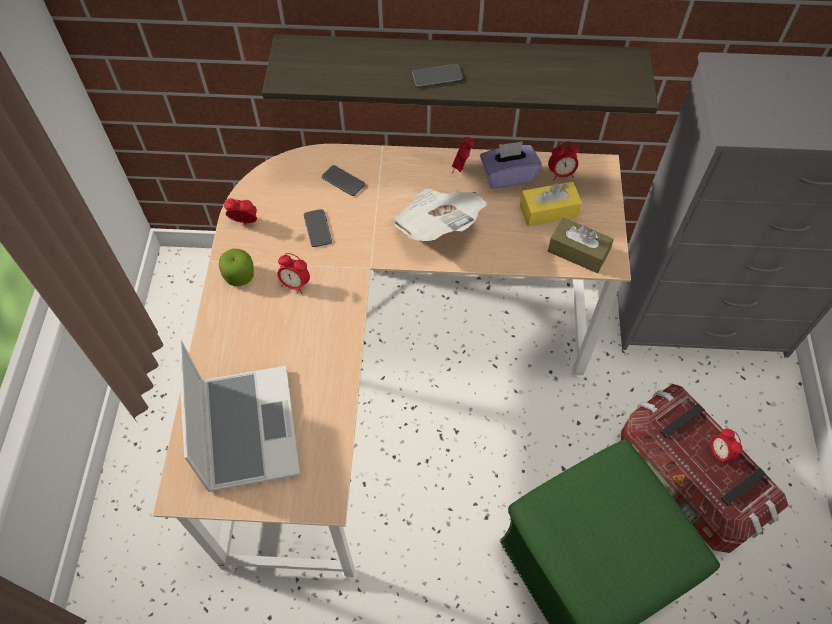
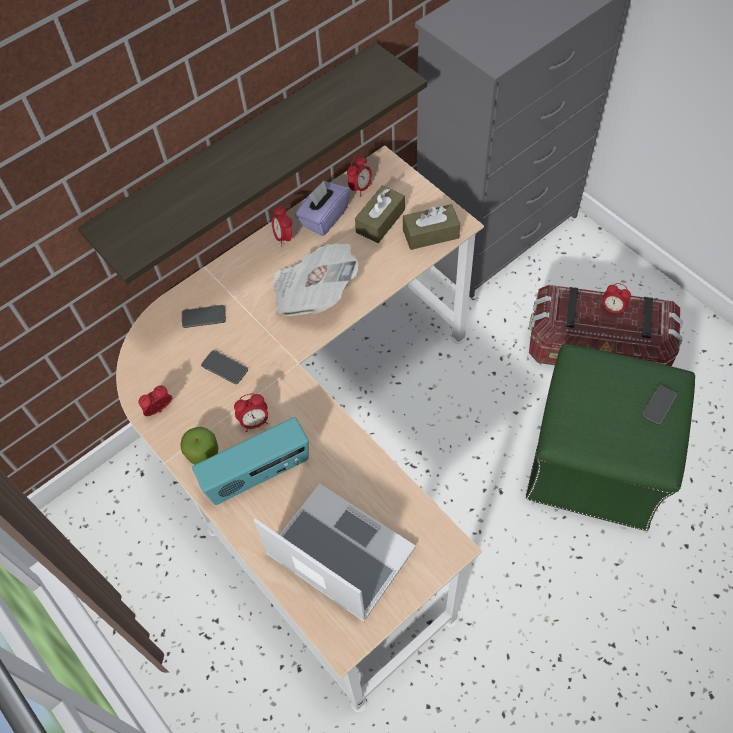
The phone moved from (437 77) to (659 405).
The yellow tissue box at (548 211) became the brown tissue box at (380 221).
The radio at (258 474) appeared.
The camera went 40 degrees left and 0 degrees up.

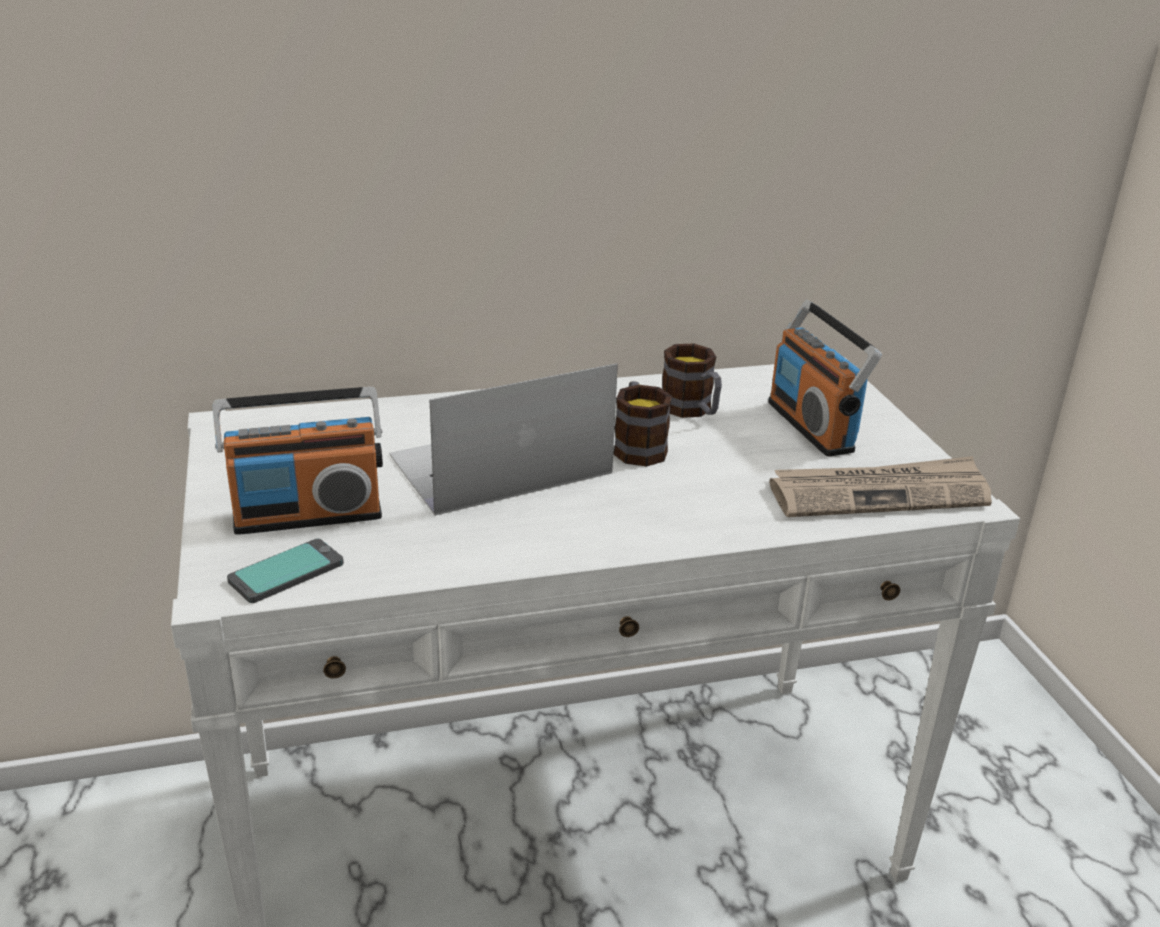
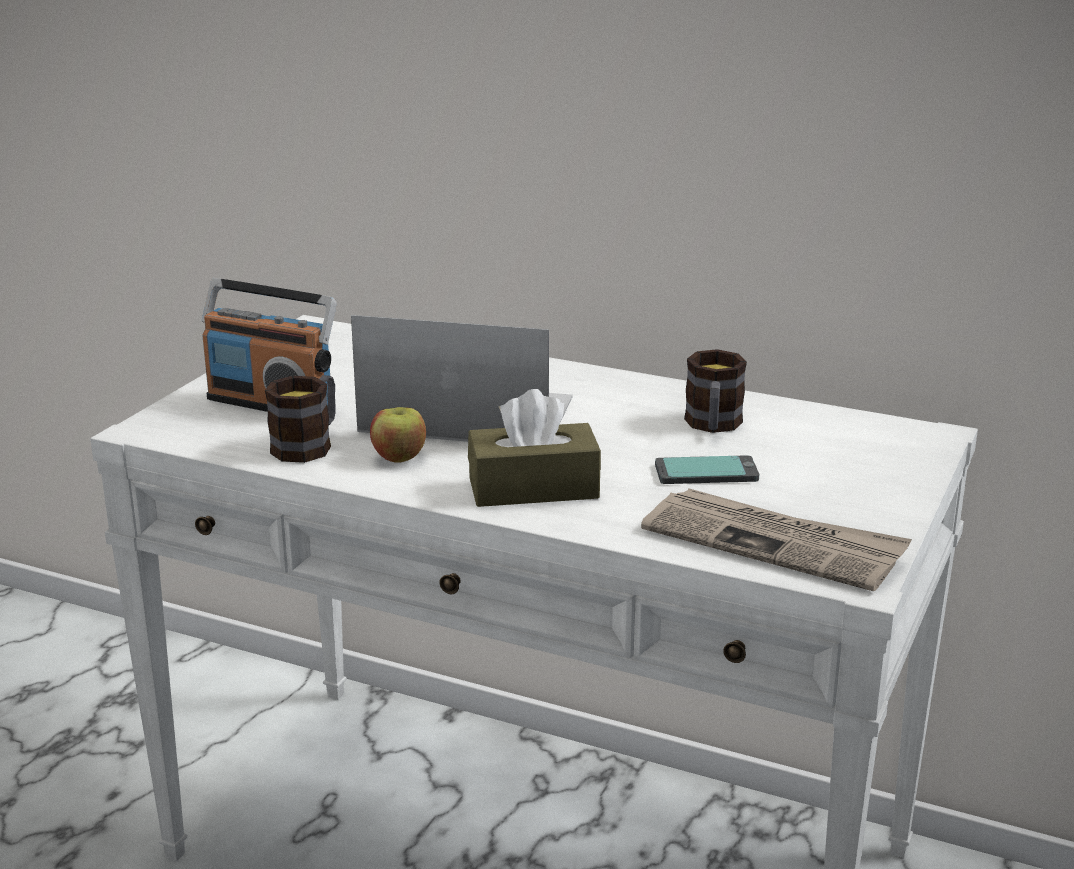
The radio at (811 426) disappeared.
The mug moved from (638 446) to (309 444).
The phone moved from (286 572) to (706 472).
The brown tissue box at (533 488) appeared.
The apple at (398 457) appeared.
The camera went 40 degrees right and 5 degrees down.

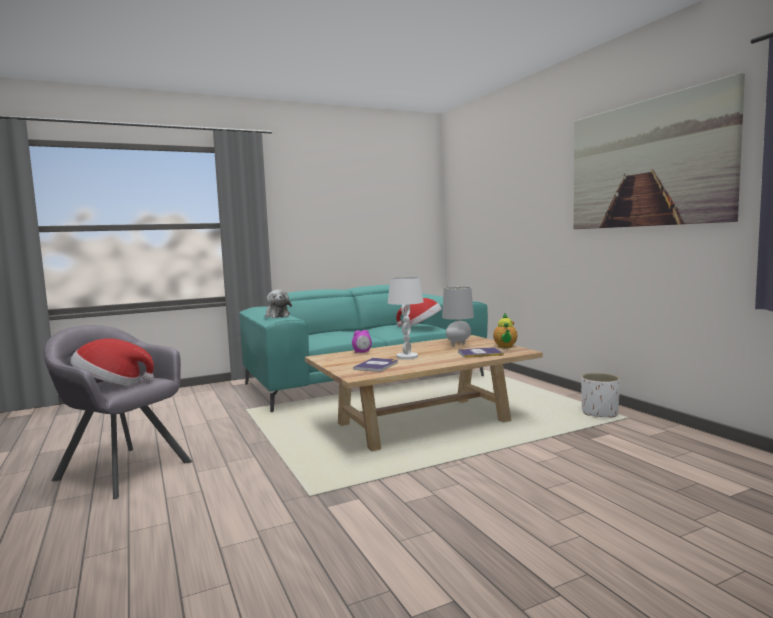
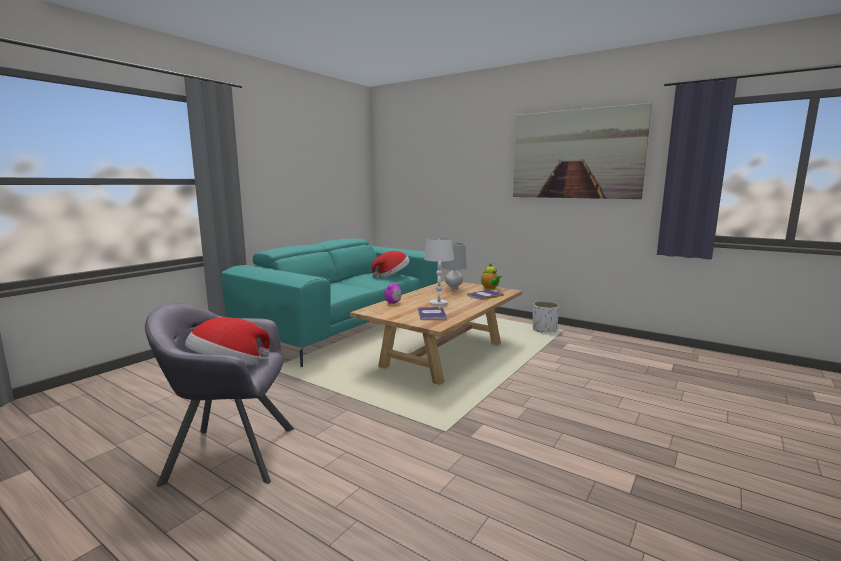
The plush toy at (277 316) disappeared.
The camera went 30 degrees left and 5 degrees up.

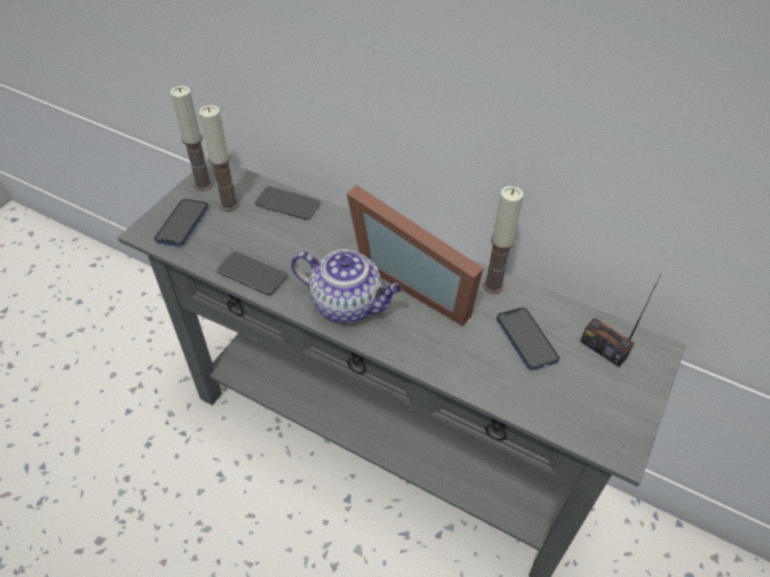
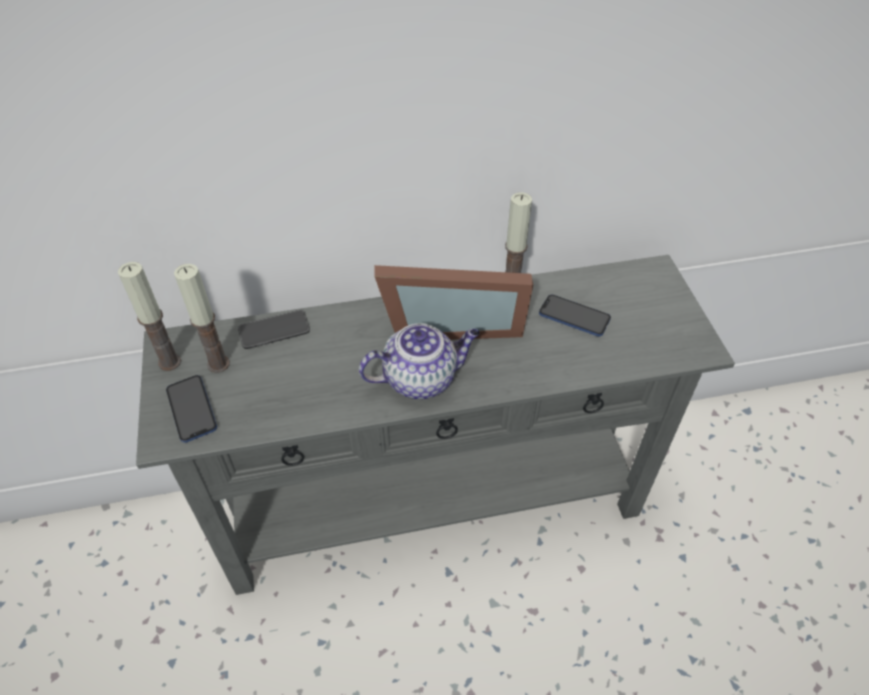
The phone at (252 274) disappeared.
The radio at (603 349) disappeared.
The camera went 40 degrees left and 0 degrees up.

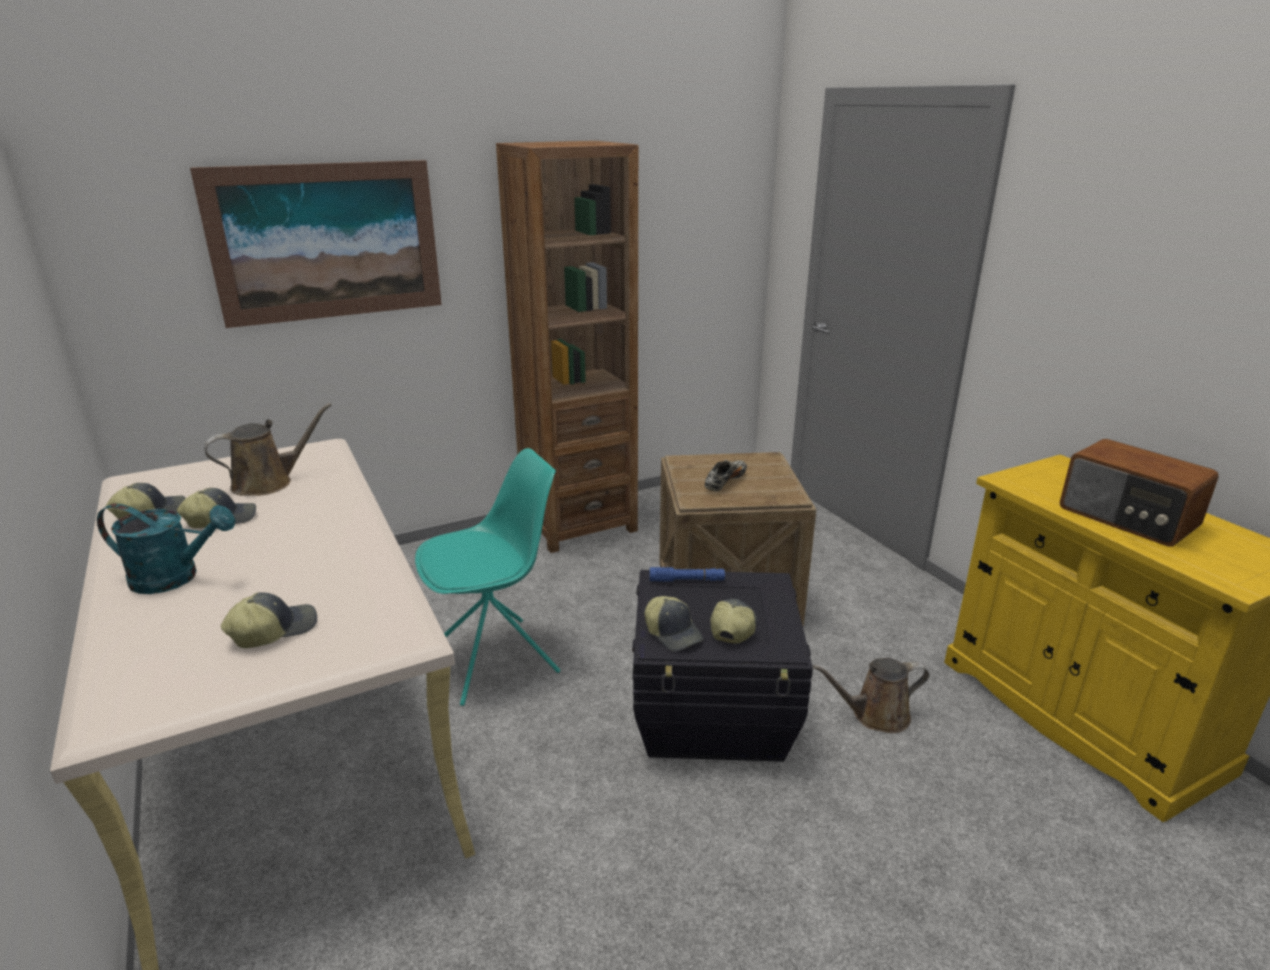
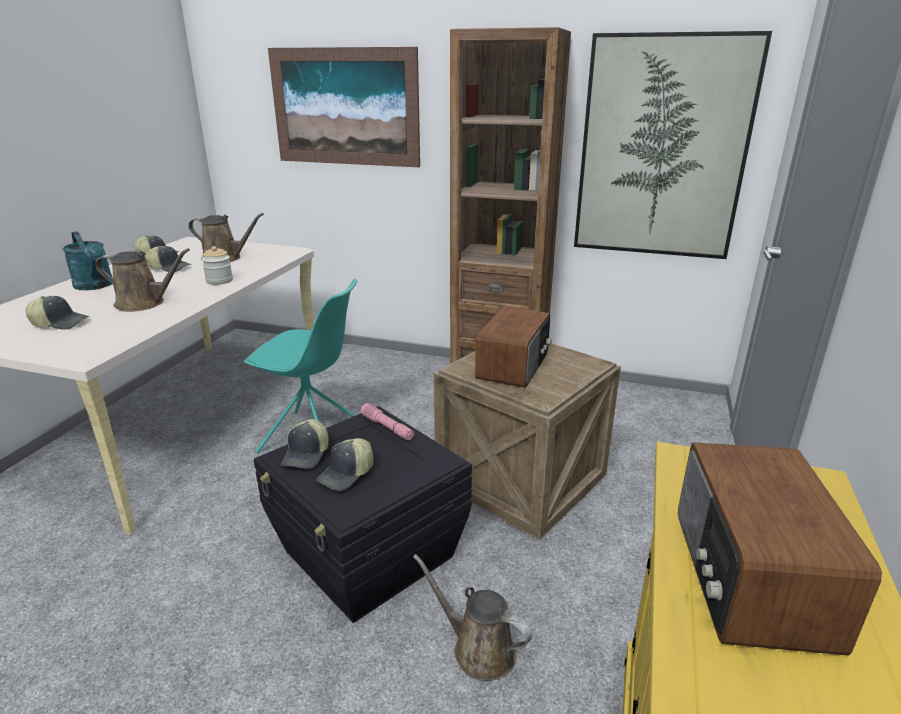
The shoe at (725 482) was replaced by the radio at (514 366).
The blue flashlight at (687 580) became the pink flashlight at (387 427).
The cap at (732 627) turned 150 degrees clockwise.
The picture at (662 149) appeared.
The jar at (219 281) appeared.
The brown watering can at (144 303) appeared.
The camera went 45 degrees right and 0 degrees up.

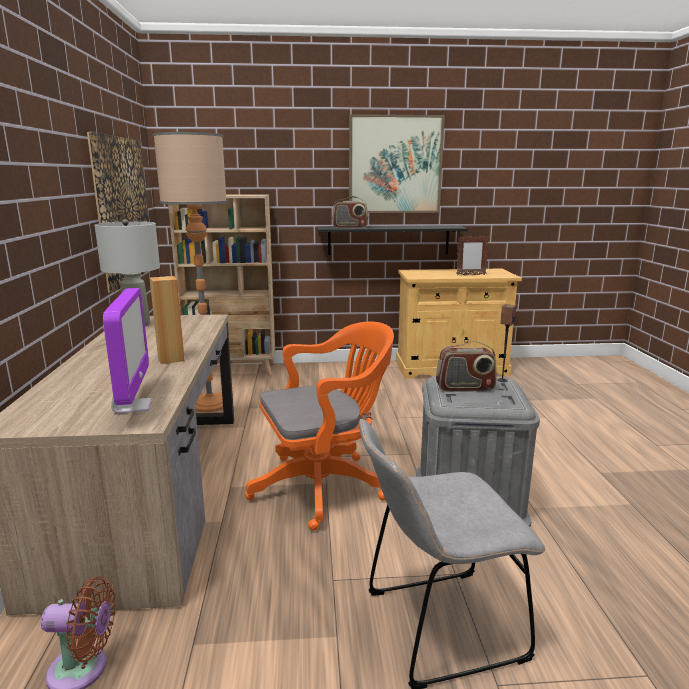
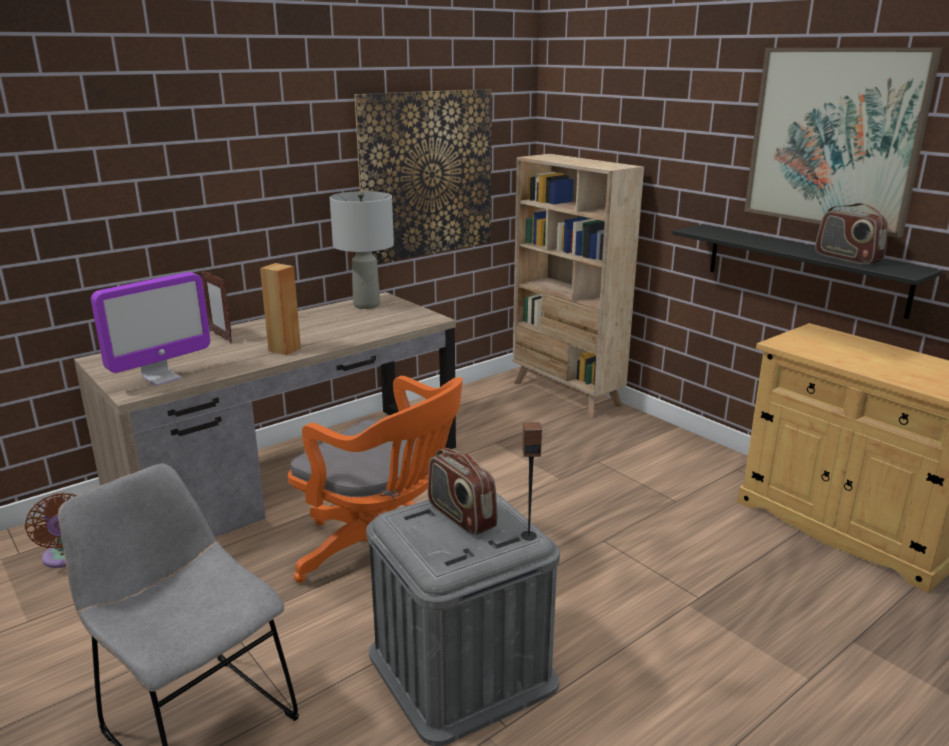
The floor lamp at (210 403) disappeared.
The radio moved from (350 227) to (847 258).
The picture frame moved from (470 275) to (220 336).
The camera went 55 degrees right and 5 degrees up.

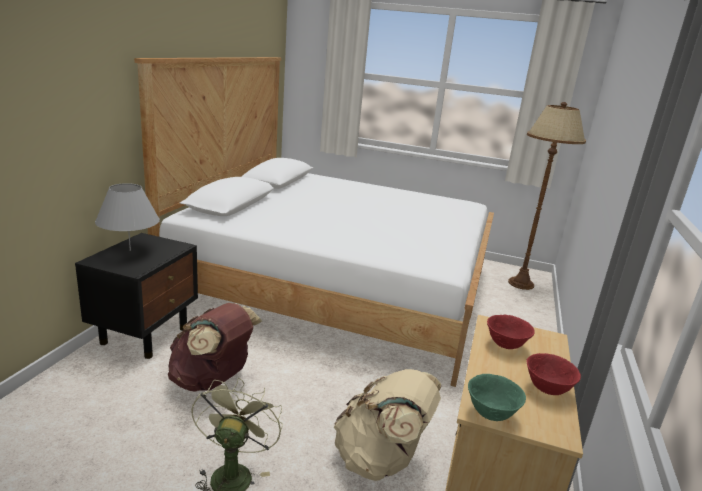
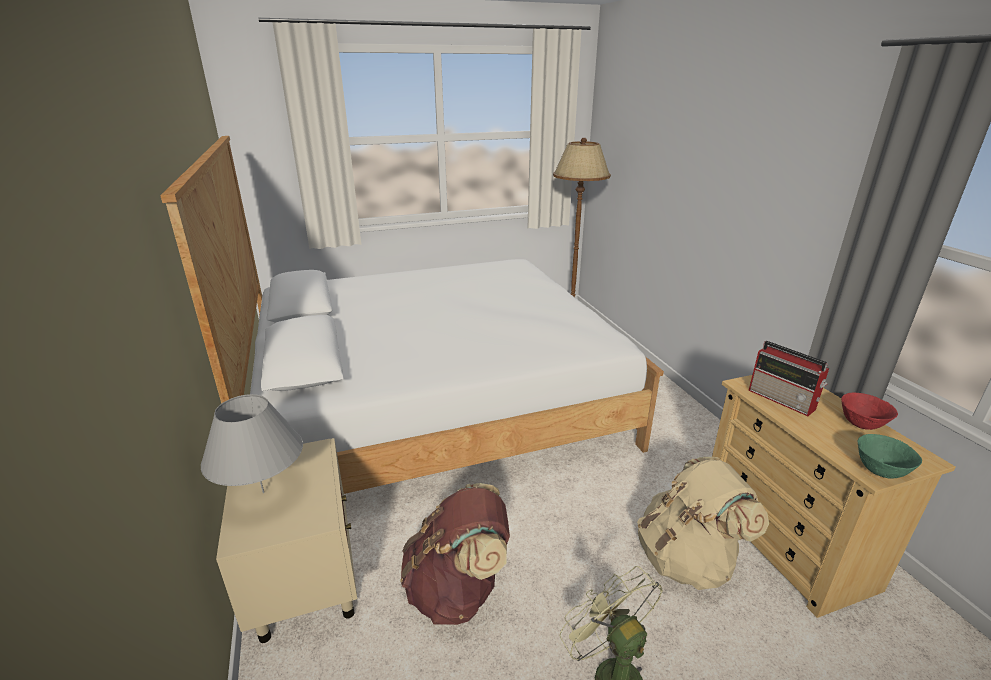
The black nightstand at (145 335) became the beige nightstand at (306 588).
The red bowl at (506 345) was replaced by the radio at (783 400).
The camera went 35 degrees left and 5 degrees up.

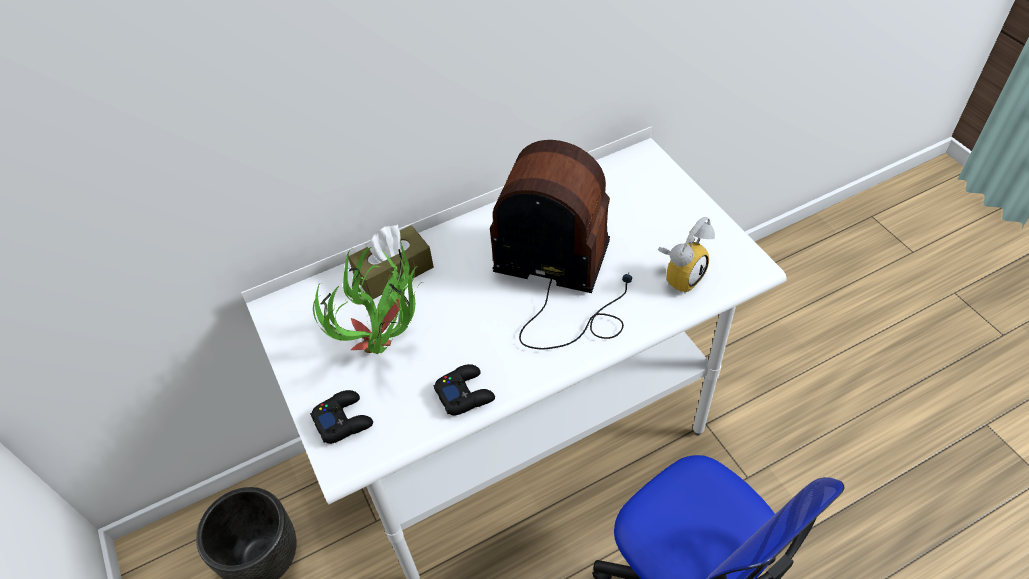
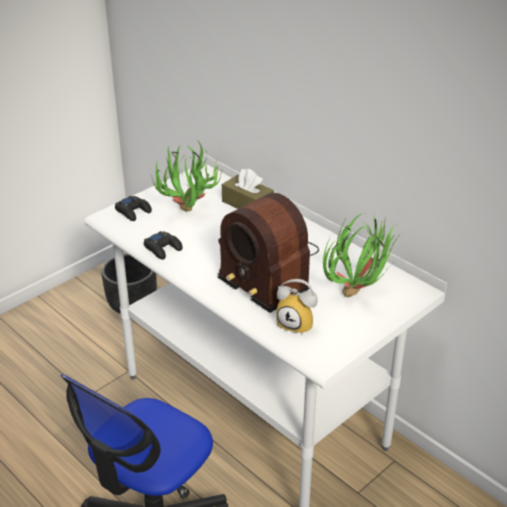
The radio at (562 281) turned 135 degrees clockwise.
The potted plant at (360 294) appeared.
The camera went 70 degrees right and 15 degrees down.

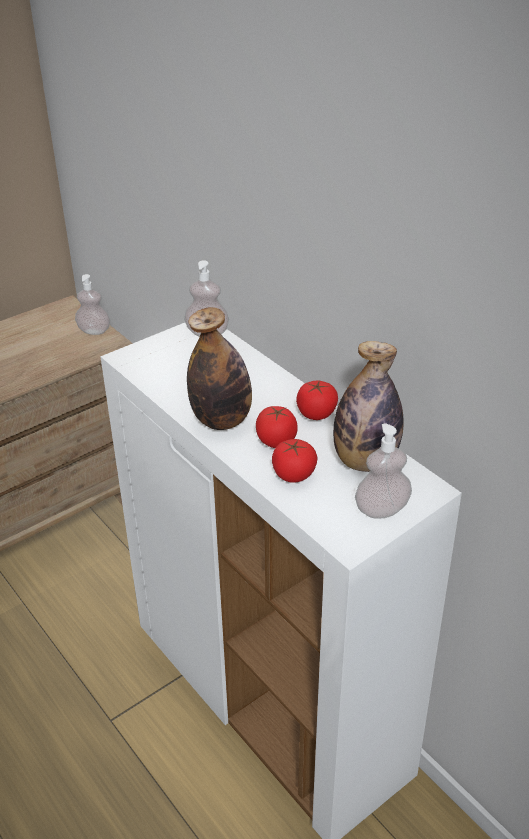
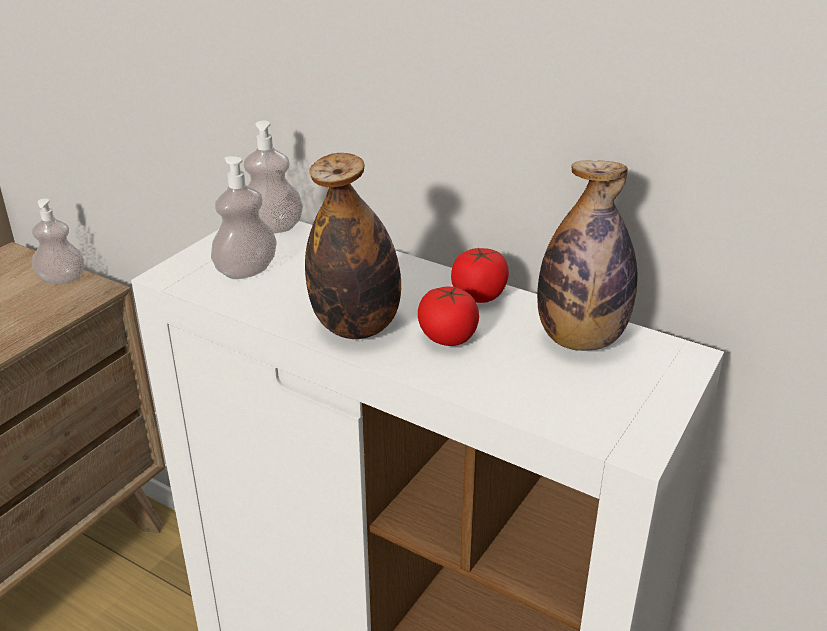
The soap dispenser moved from (381 509) to (246 271).
The tomato at (294 474) disappeared.
The camera went 20 degrees left and 5 degrees down.

